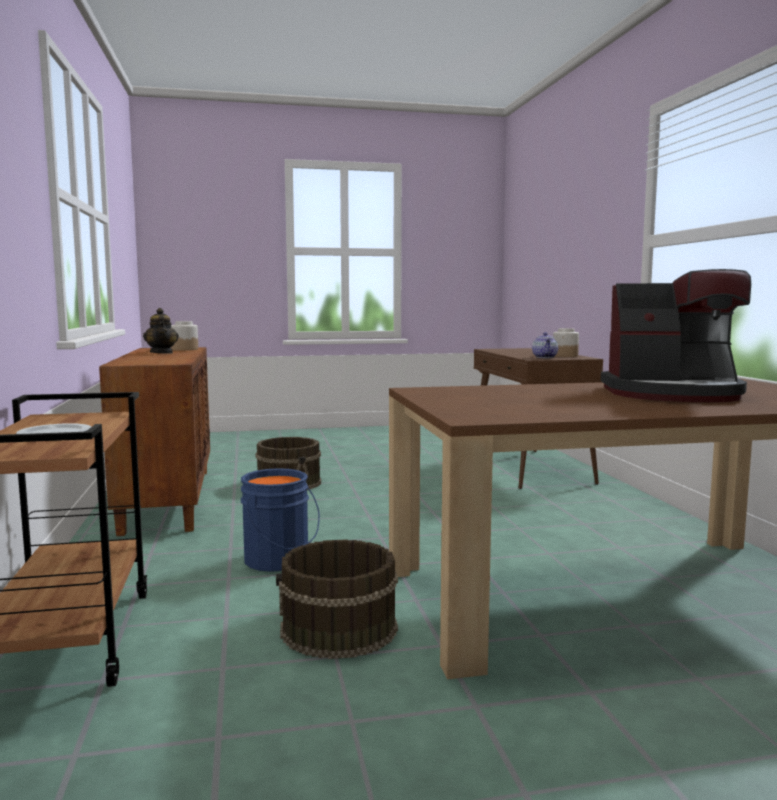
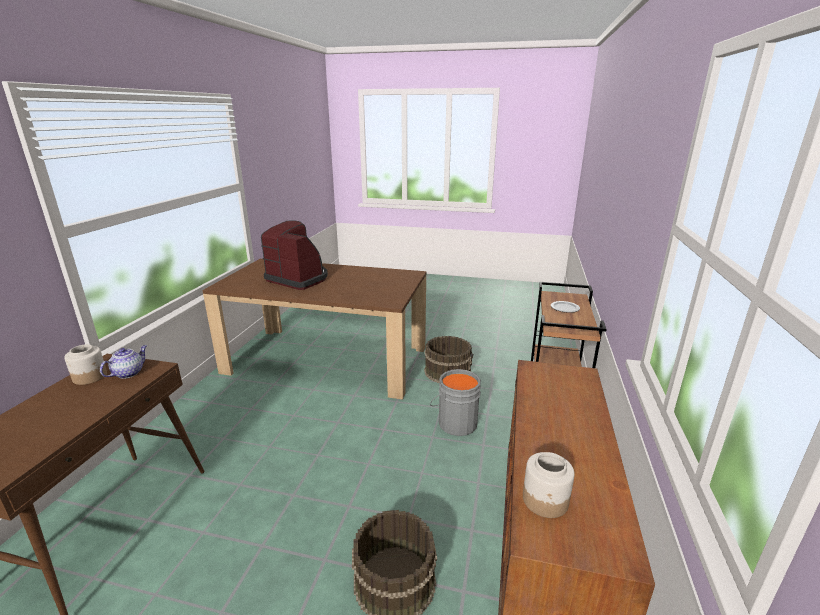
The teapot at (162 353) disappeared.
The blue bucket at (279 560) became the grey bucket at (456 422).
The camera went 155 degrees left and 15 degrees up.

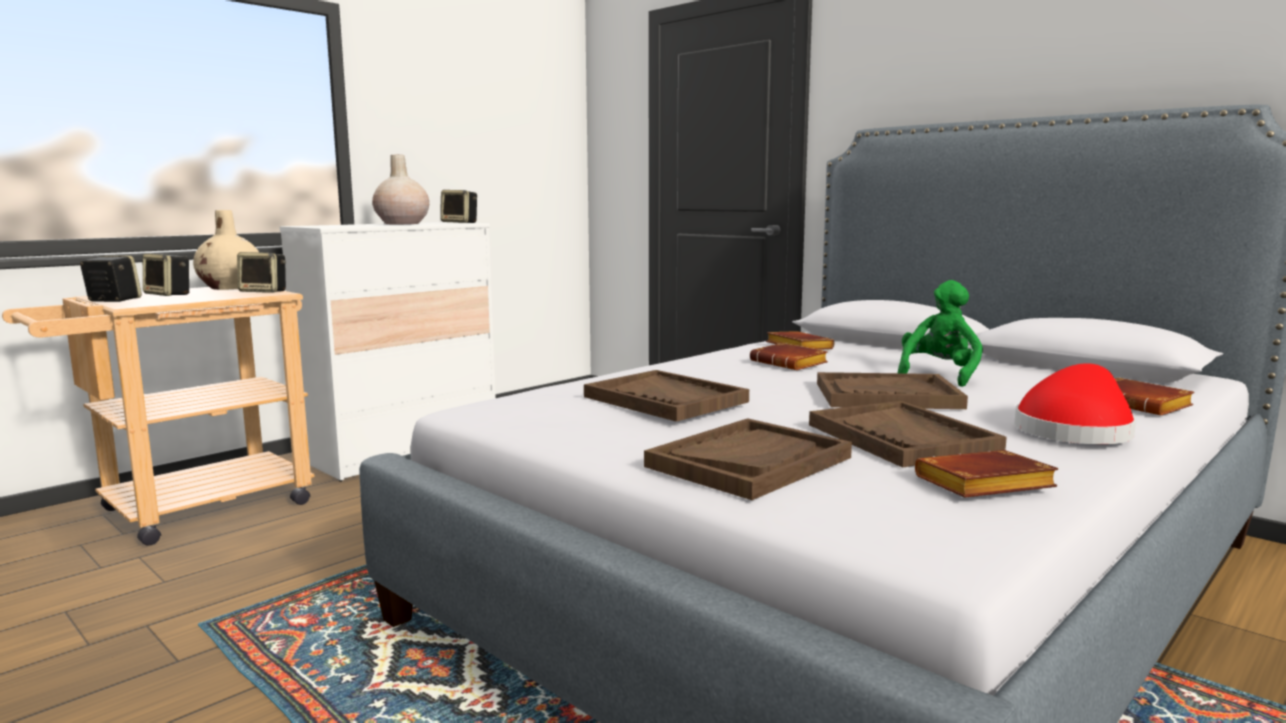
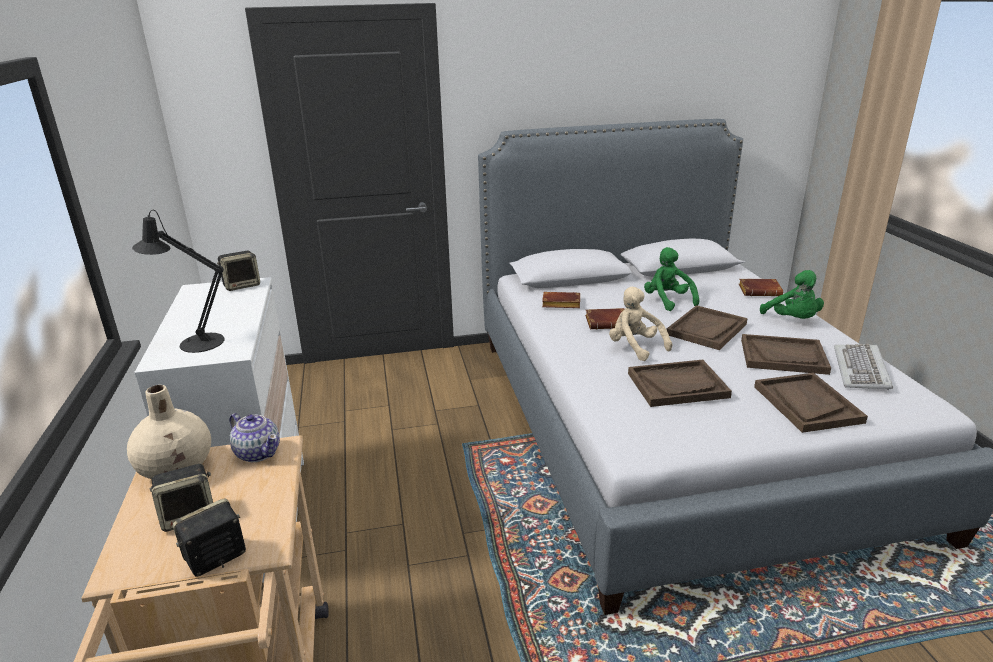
The beige vase at (402 223) disappeared.
The speaker at (264 292) was replaced by the teapot at (258 452).
The red hat at (1074 431) was replaced by the green plush toy at (792 320).
The brown book at (983 486) was replaced by the keyboard at (862 370).
The black table lamp at (195 342) appeared.
The beige plush toy at (635 347) appeared.
The camera went 55 degrees left and 15 degrees up.

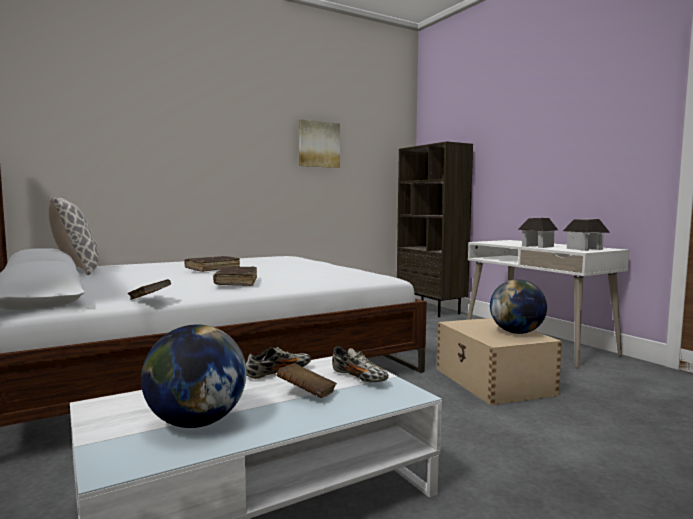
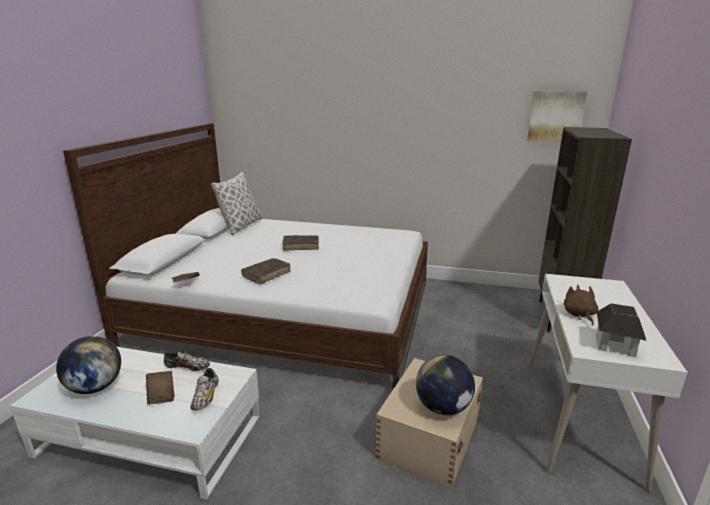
The picture moved from (318 144) to (555 116).
The toy house at (537 246) was replaced by the brown plush toy at (579 315).
The camera went 45 degrees right and 15 degrees up.

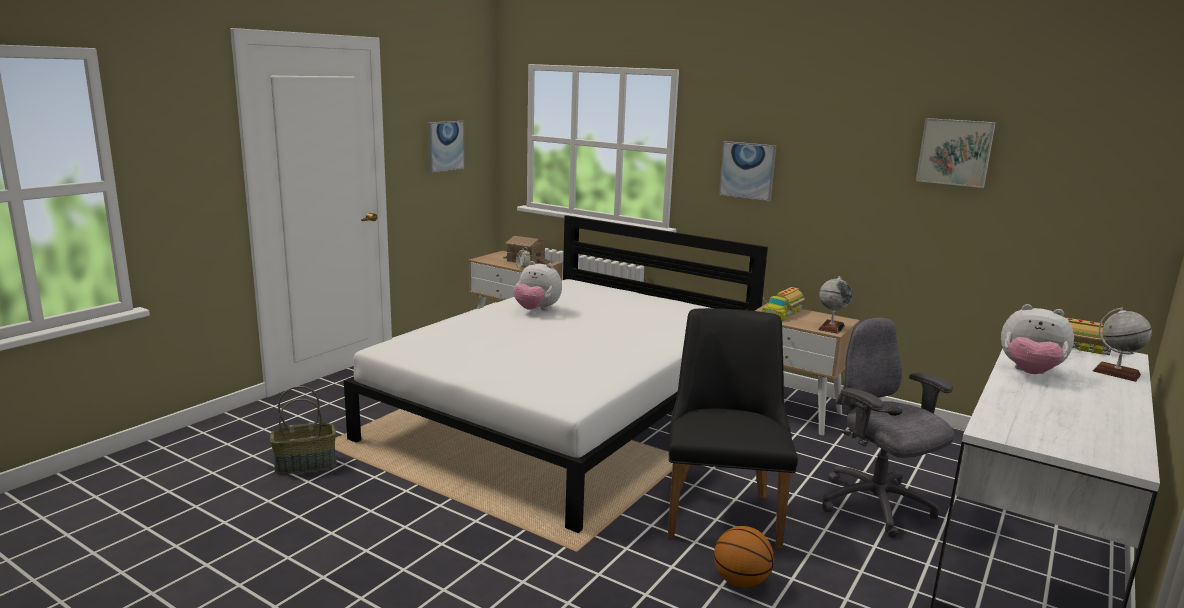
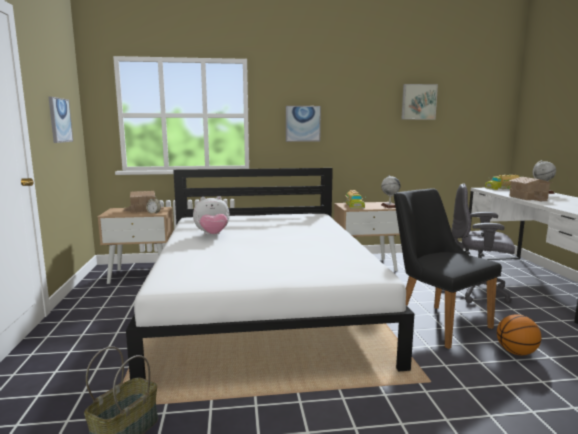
The plush toy at (1029 373) was replaced by the toy house at (528 197).
The camera went 40 degrees left and 5 degrees down.

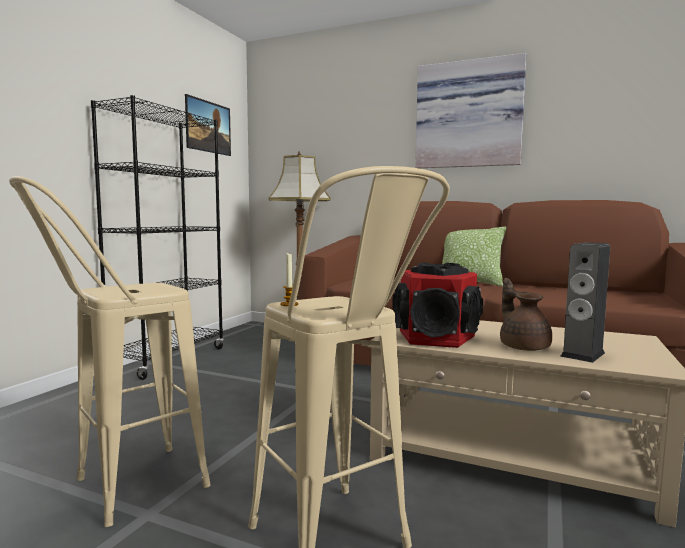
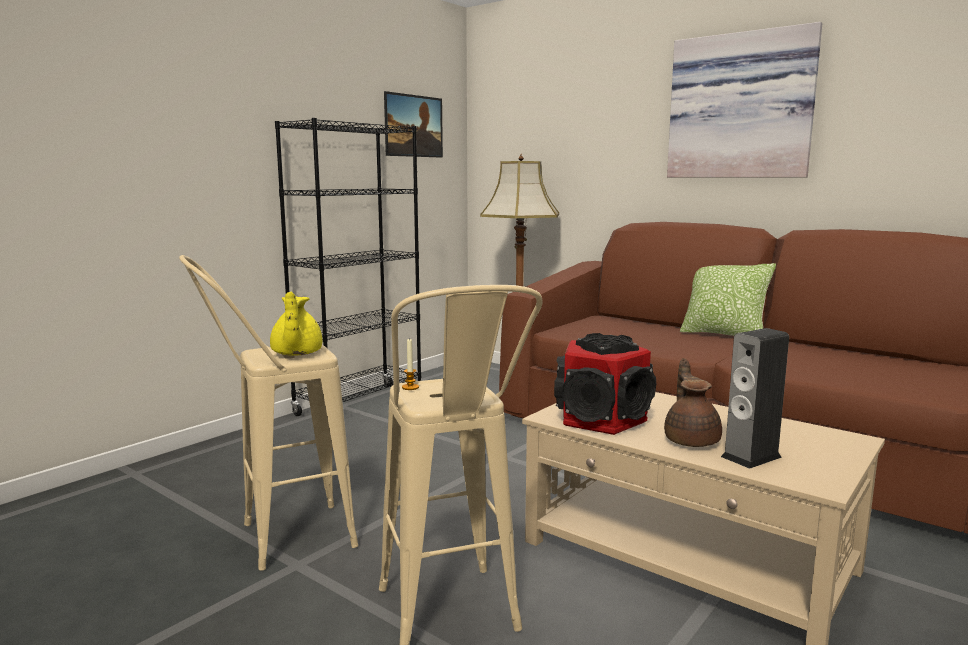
The yellow teapot at (296 354) appeared.
The camera went 15 degrees right and 5 degrees up.

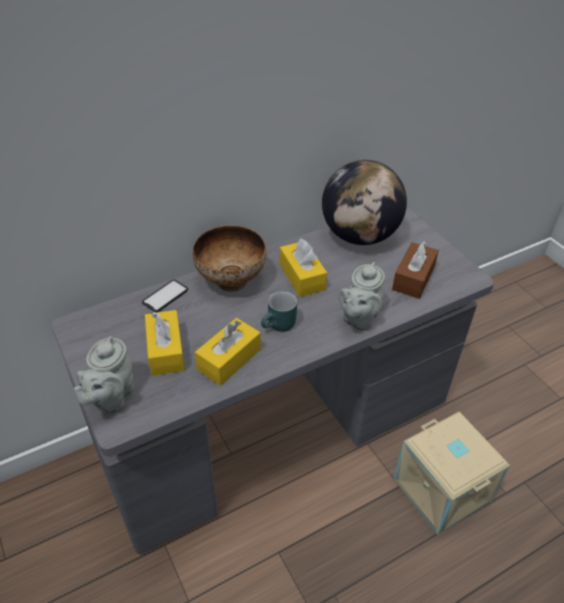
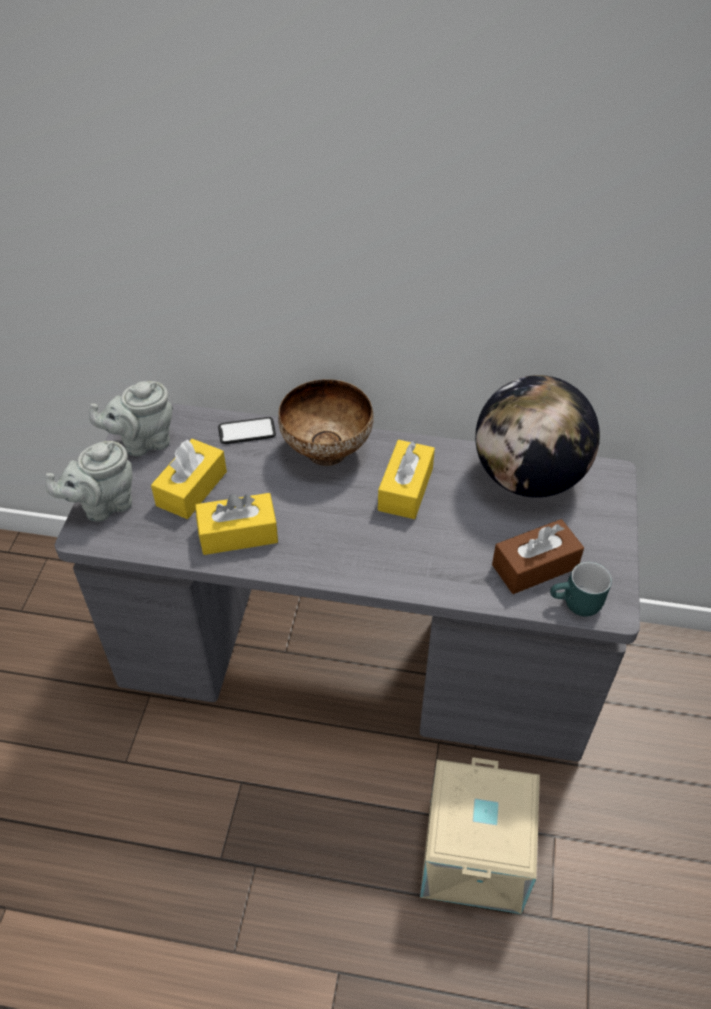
The grey teapot moved from (359 318) to (143 442).
The turquoise mug moved from (279 326) to (577 605).
The camera went 40 degrees right and 5 degrees up.

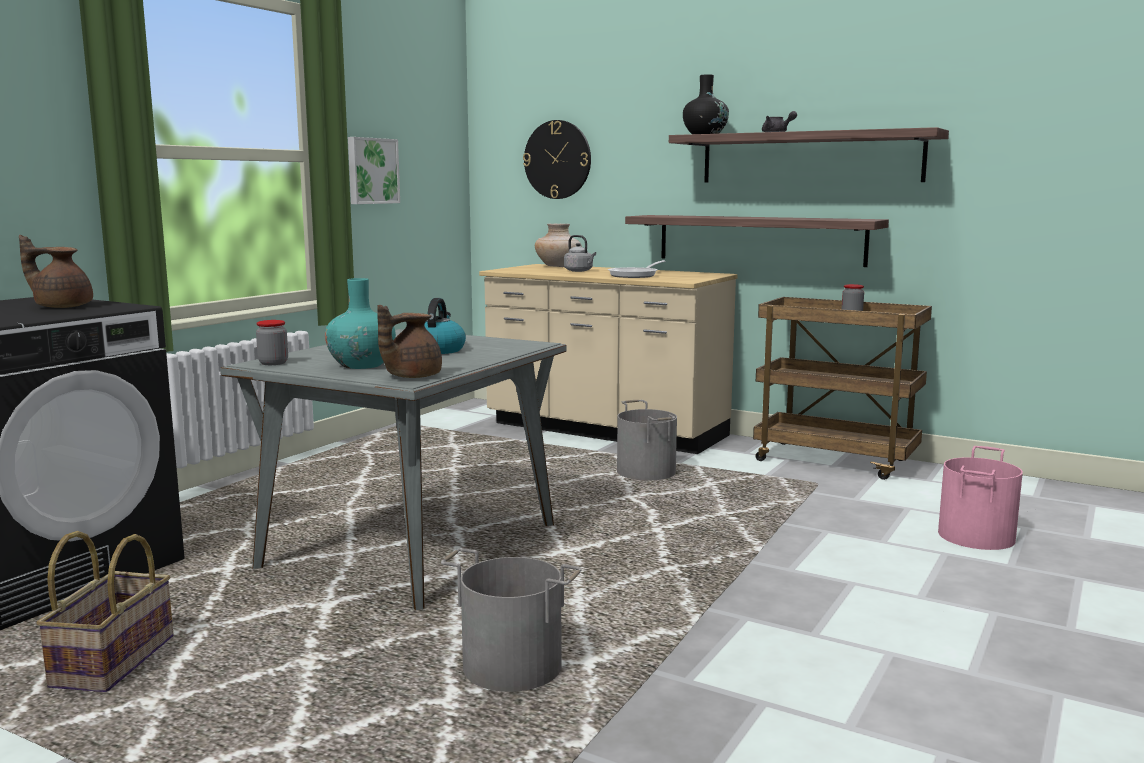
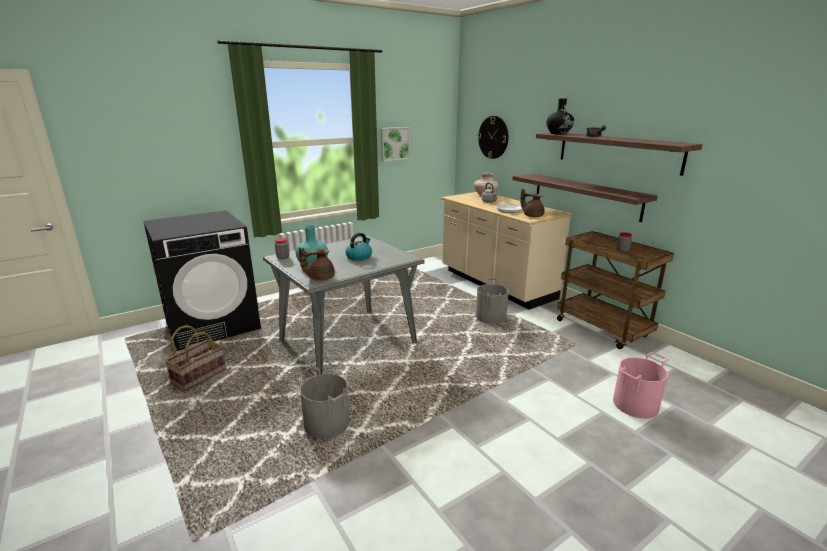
The brown teapot moved from (62 306) to (532 216).
The camera went 25 degrees right and 10 degrees up.

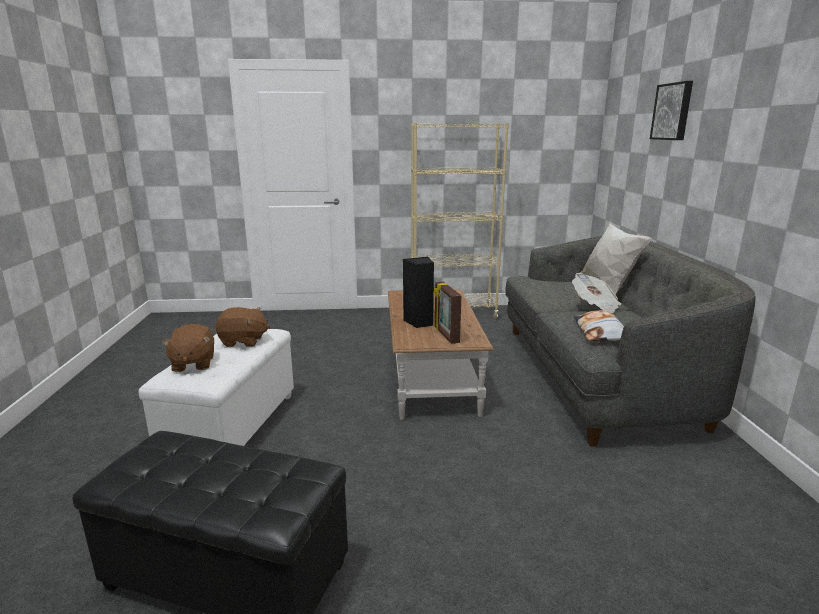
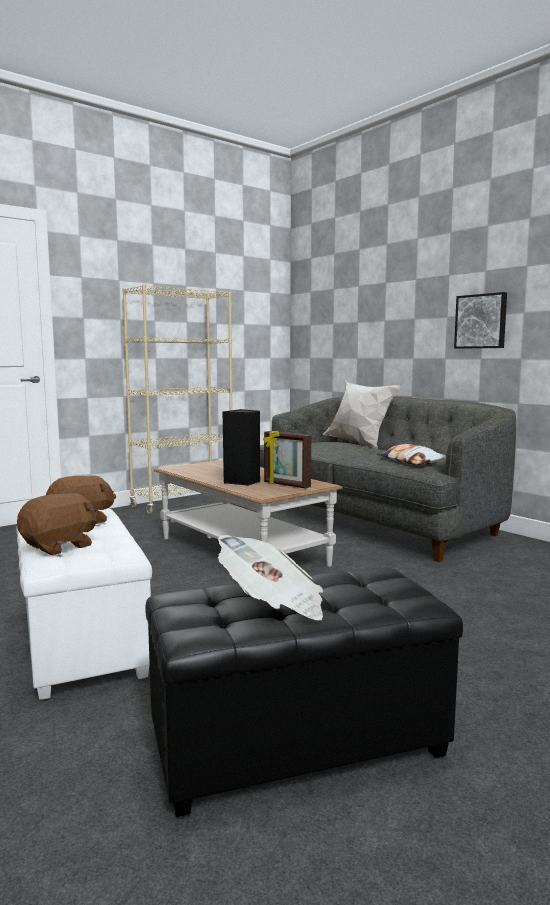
The picture moved from (673 111) to (481 321).
The newspaper moved from (595 305) to (273 605).
The brown plush toy at (193 364) turned 90 degrees counterclockwise.
The camera went 35 degrees left and 10 degrees down.

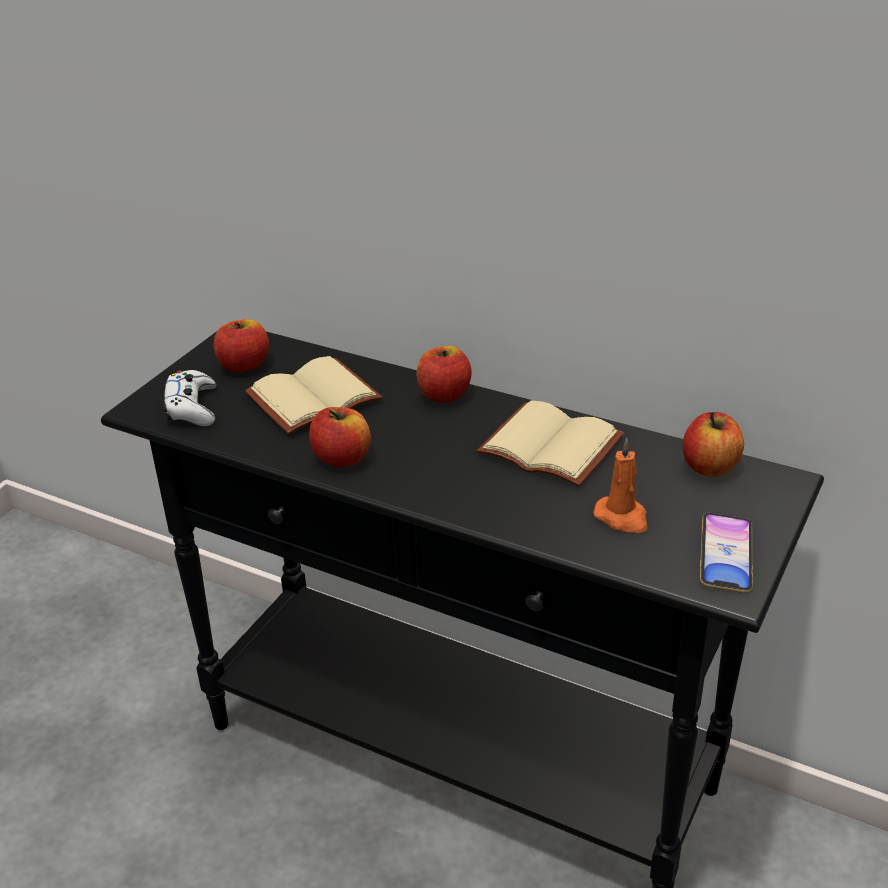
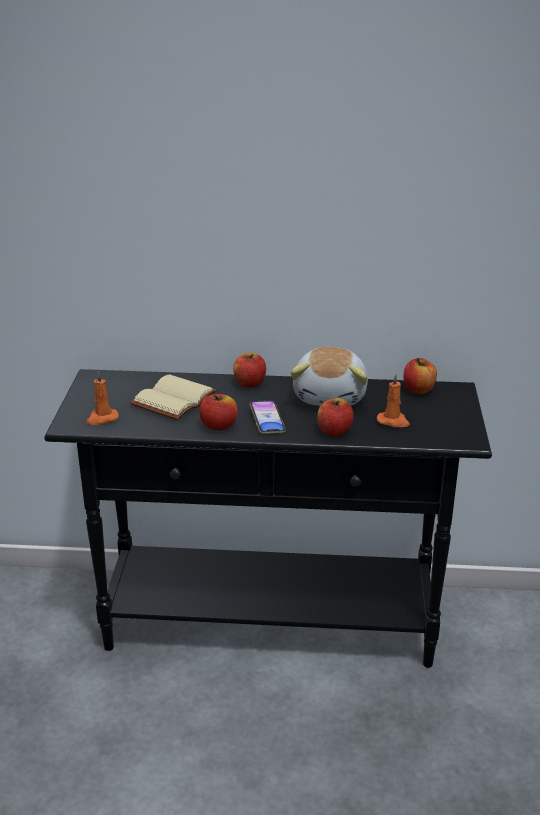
The apple moved from (244 365) to (334 431).
The white game controller at (192 407) was replaced by the orange candle at (102 418).
The beige book at (554 445) was replaced by the plush toy at (331 396).
The phone moved from (725 558) to (267 420).
The camera went 25 degrees left and 5 degrees down.

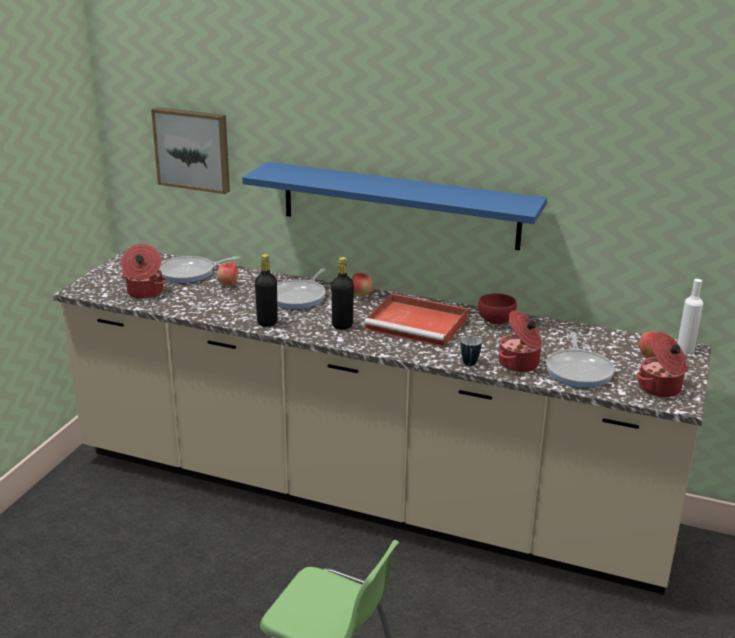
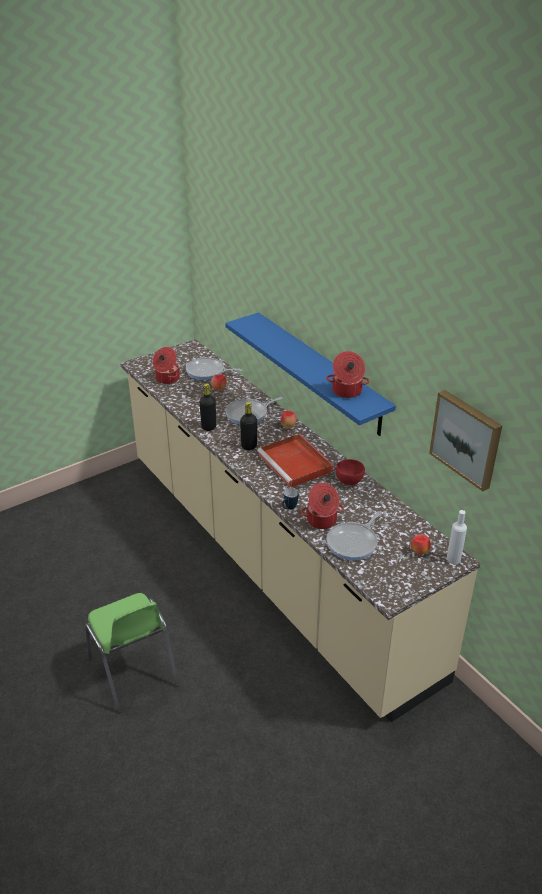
The picture moved from (193 149) to (467 438).
The cooking pot moved from (660 388) to (346 391).
The camera went 35 degrees right and 10 degrees up.

